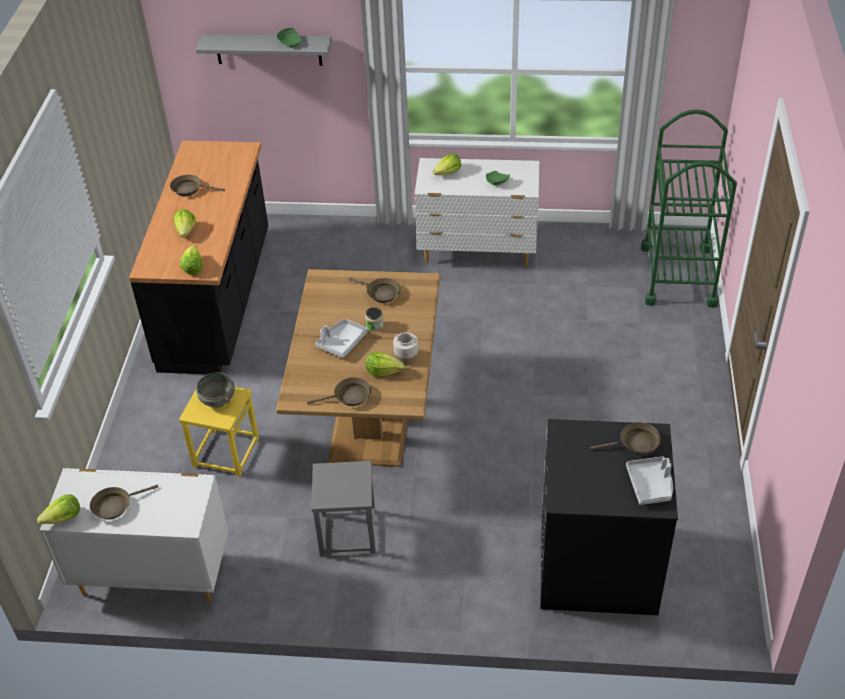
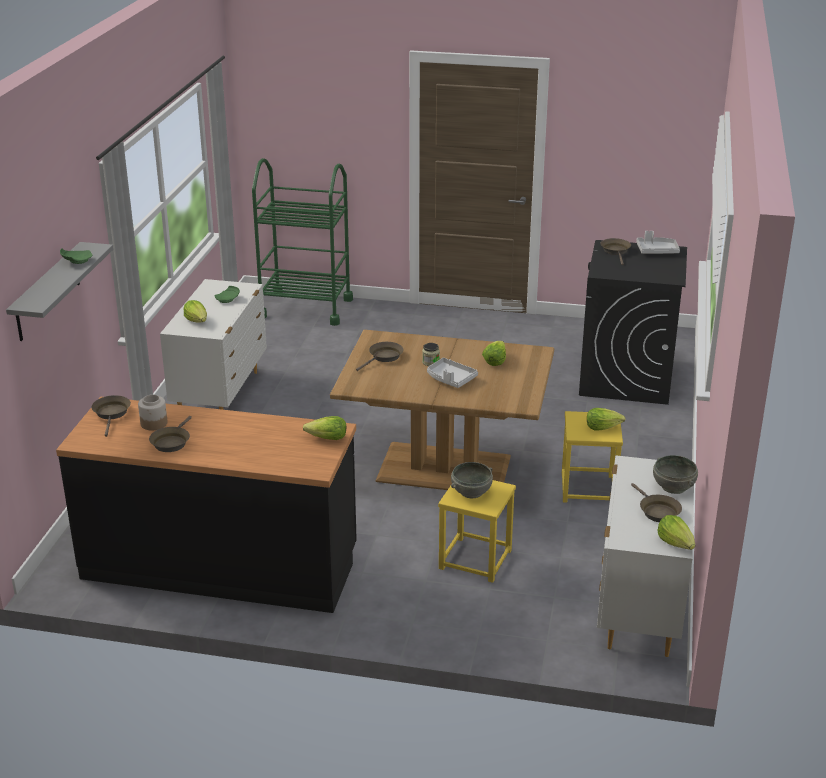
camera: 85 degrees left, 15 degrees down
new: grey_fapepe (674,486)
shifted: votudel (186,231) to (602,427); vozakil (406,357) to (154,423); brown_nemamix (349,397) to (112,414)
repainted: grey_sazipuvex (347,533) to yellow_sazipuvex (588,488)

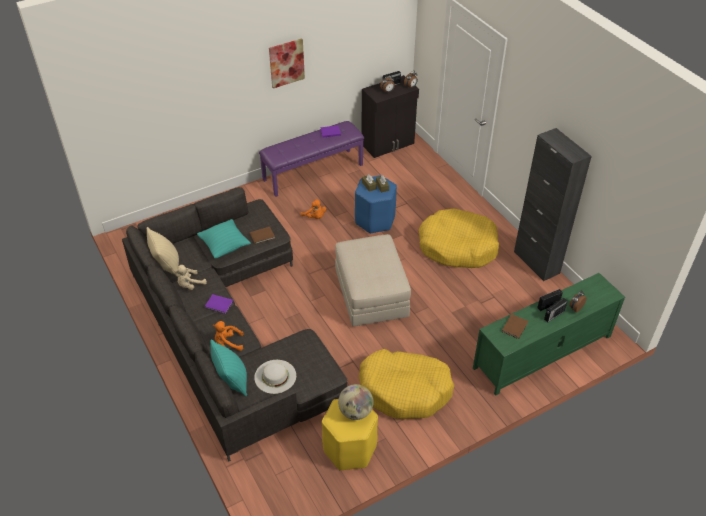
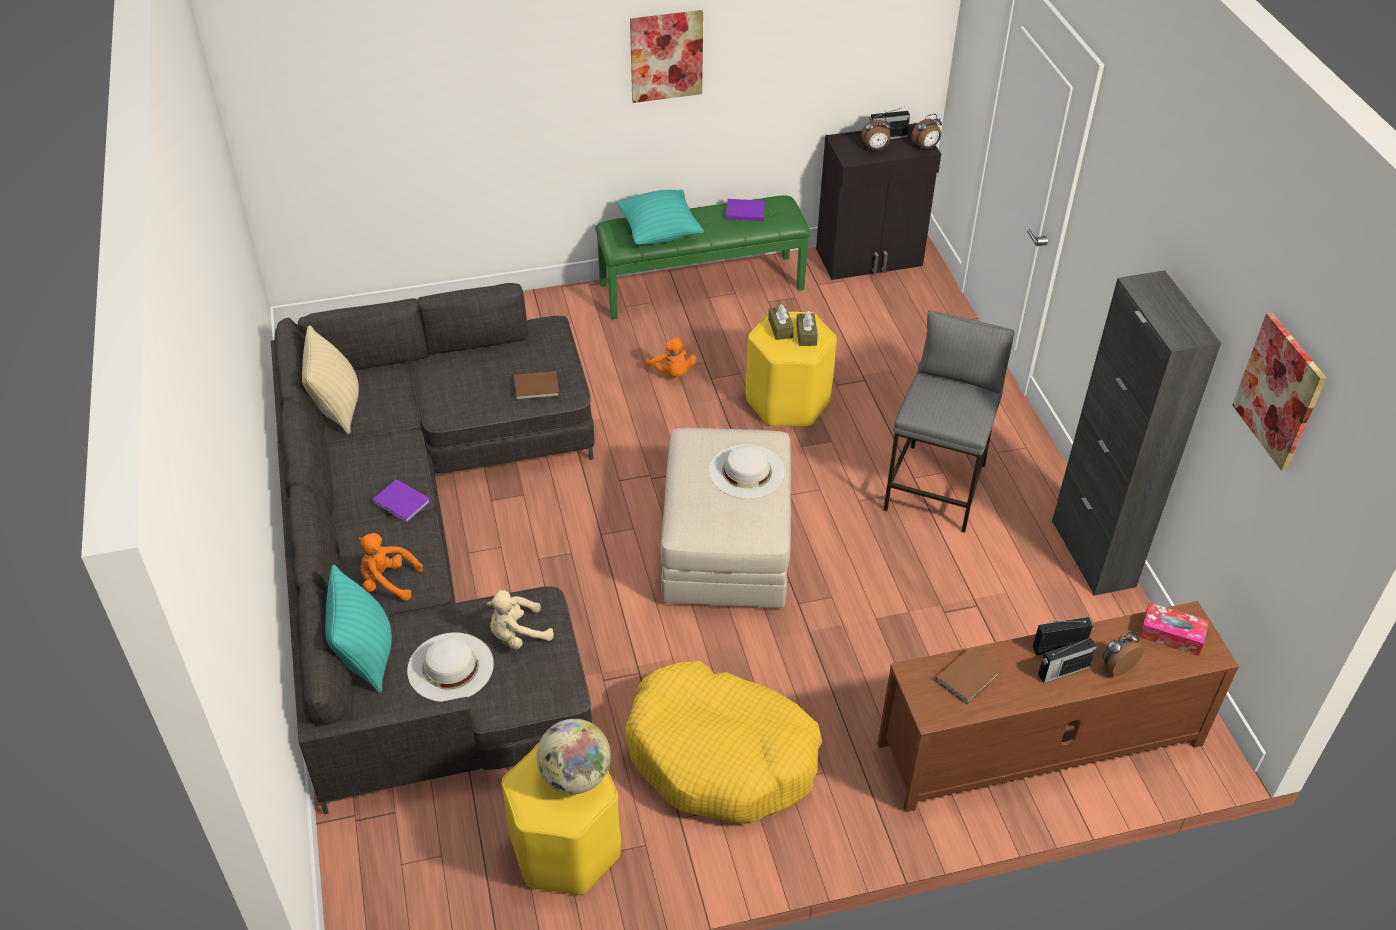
camera: 15 degrees right, 0 degrees up
new: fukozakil (1280,391); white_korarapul (747,471); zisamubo (1171,635)
shifted: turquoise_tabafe (225,246) to (659,233); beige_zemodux (190,285) to (518,635)
swapped: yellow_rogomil (457,246) to grey_sazipuvex (937,487)
repainted: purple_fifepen (313,172) to green_fifepen (701,286); blue_sazipuvex (375,220) to yellow_sazipuvex (788,401); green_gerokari (542,352) to brown_gerokari (1038,744)

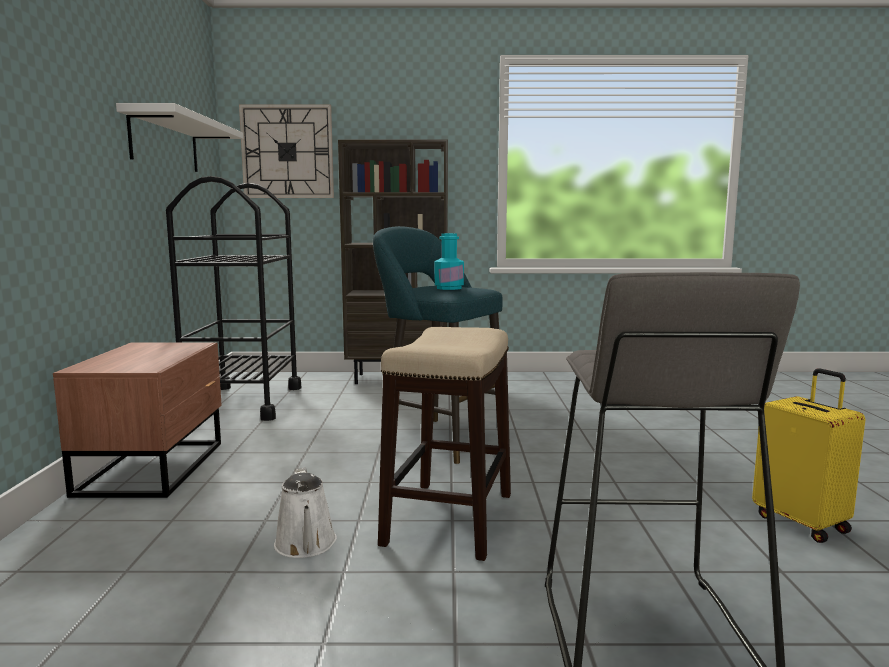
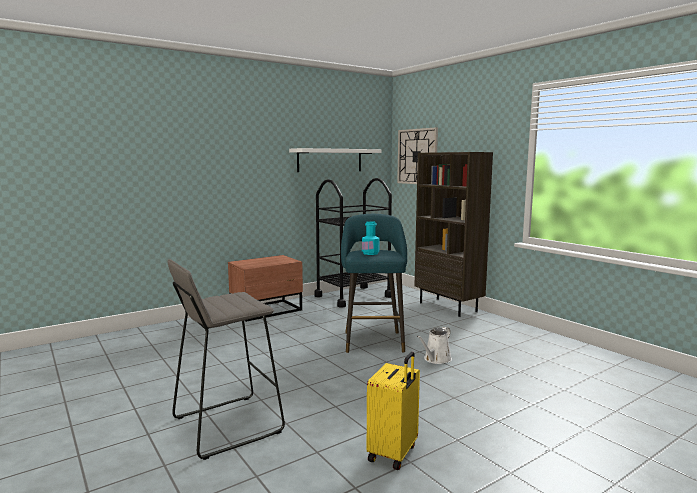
camera: 55 degrees right, 0 degrees up
gone: sazipuvex (450,517)
shifted: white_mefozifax (306,545) to (436,359)

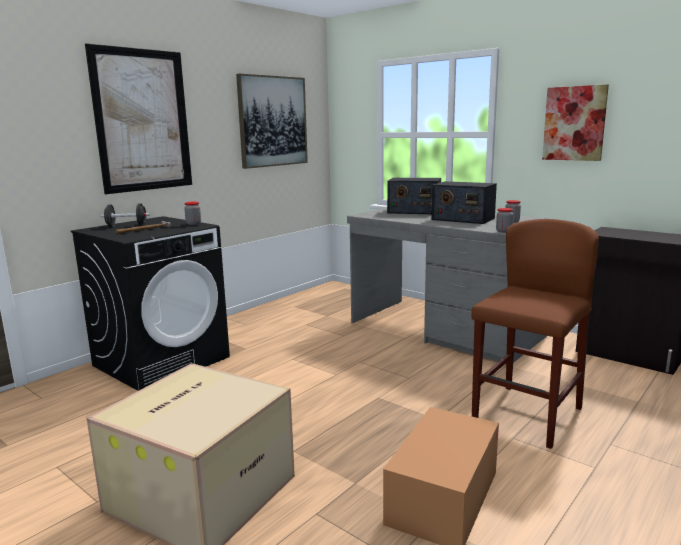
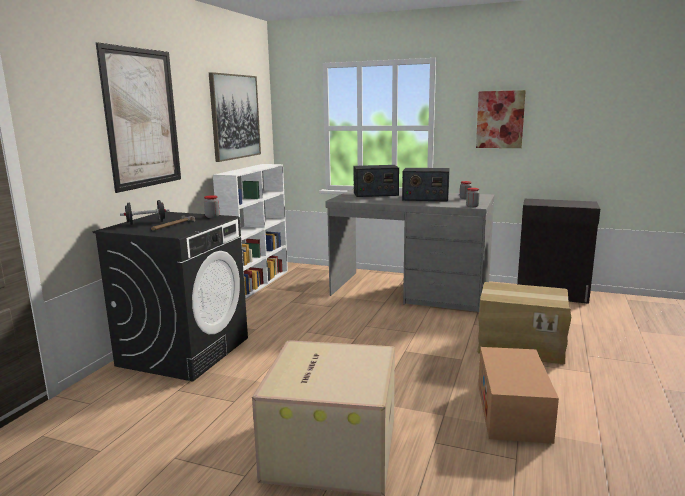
camera: 20 degrees left, 0 degrees up
new: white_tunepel (257,283)
swapped: brown_sazipuvex (527,415) to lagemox (520,345)

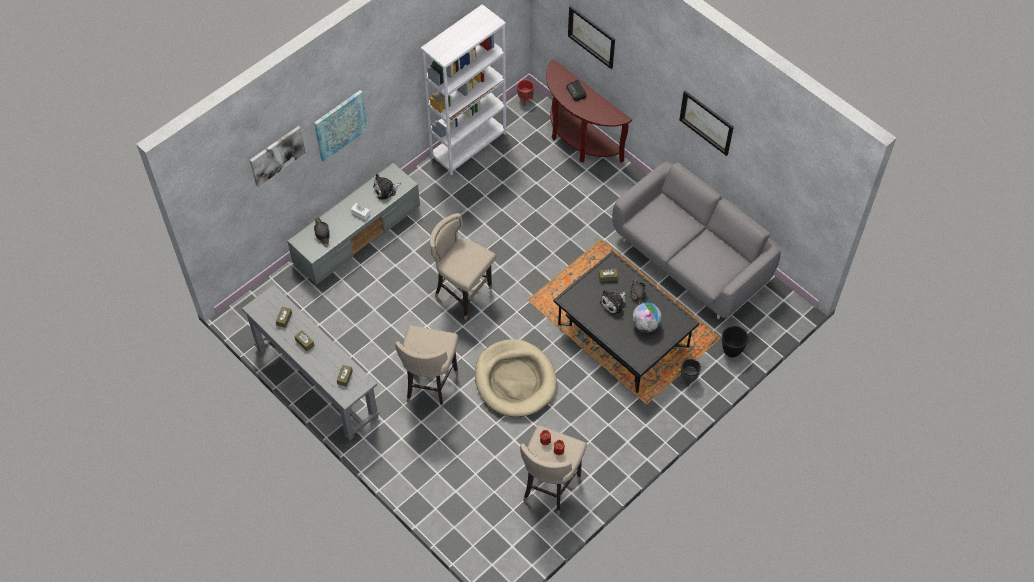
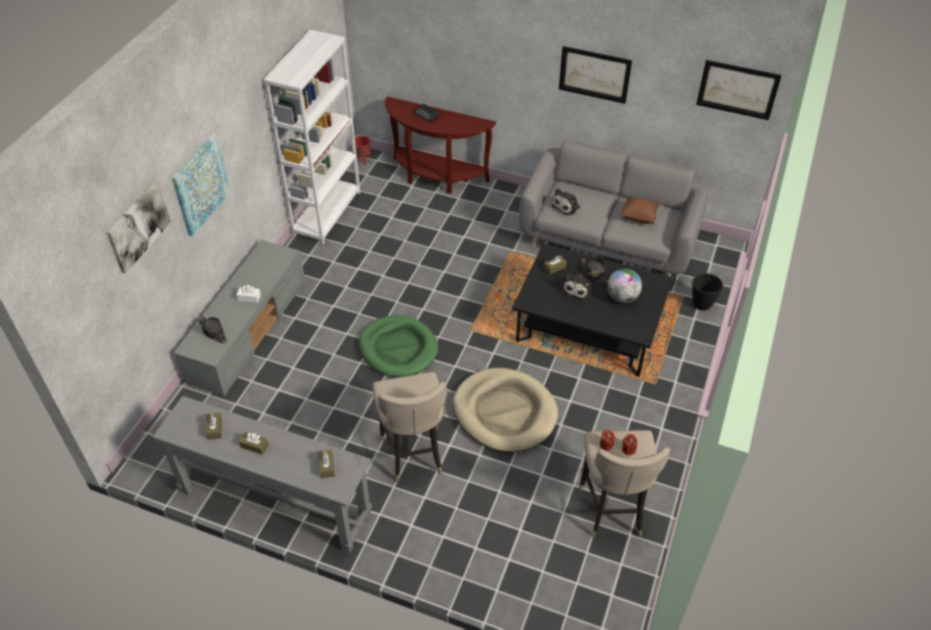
camera: 25 degrees left, 10 degrees down
gone: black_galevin (688,379)
new: brown_tabafe (640,217)
shifted: fukozakil (591,36) to (738,89); zemodux (386,190) to (567,206)
swapped: beige_sazipuvex (463,294) to green_rogomil (398,348)

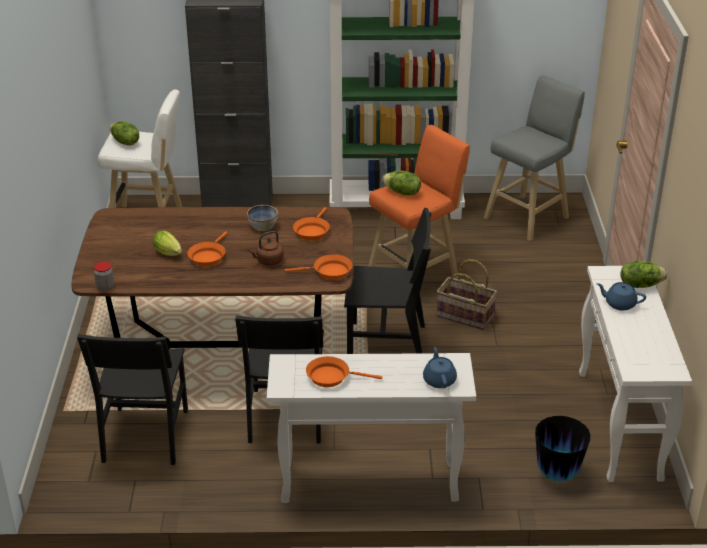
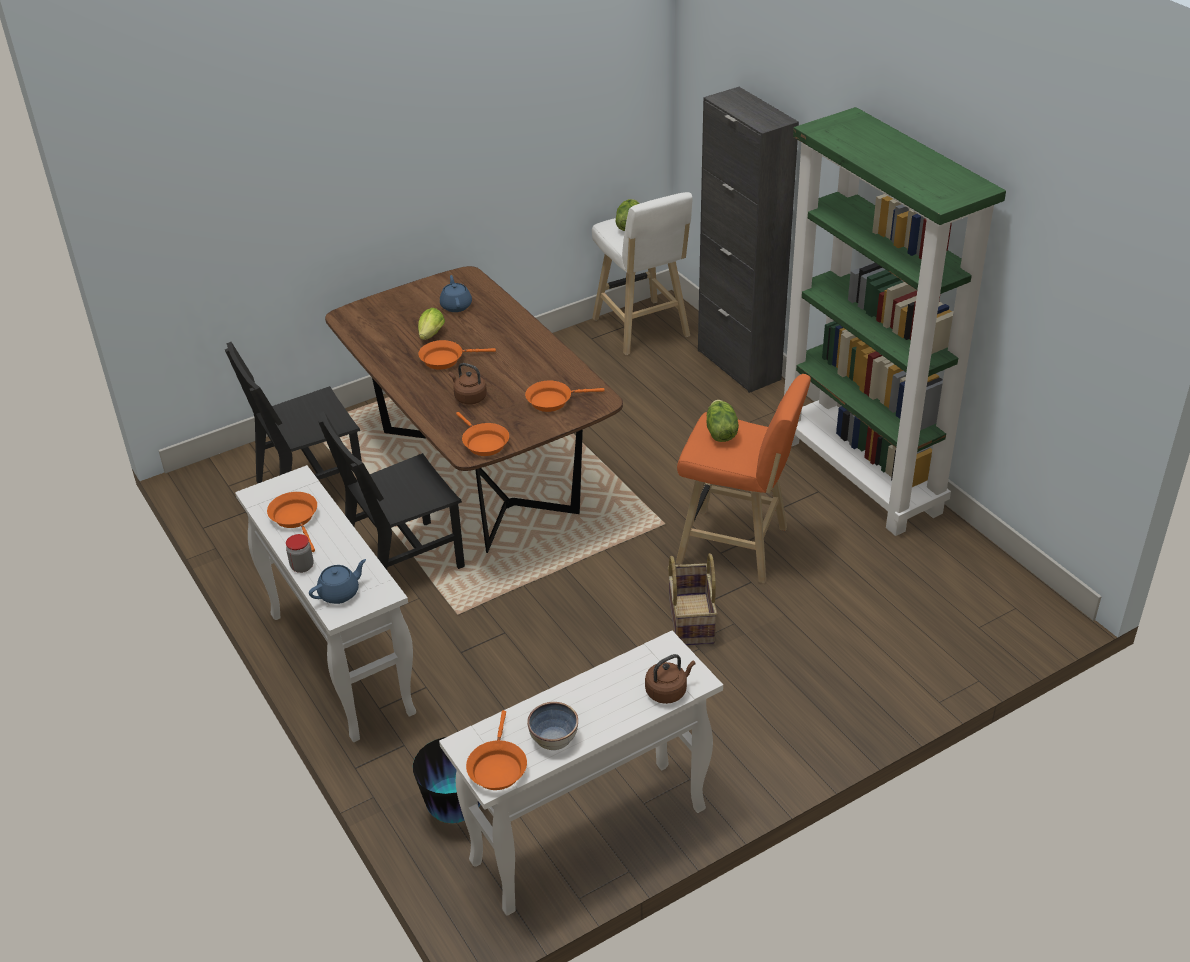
camera: 60 degrees right, 5 degrees up
gone: grey_sazipuvex (529,216); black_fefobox (387,344)
new: orange_nemamix (497,767)
shifted: fapepe (263,226) to (554,738); vozakil (105,287) to (302,566); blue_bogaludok (619,304) to (456,305)
swapped: votudel (640,284) to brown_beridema (668,691)

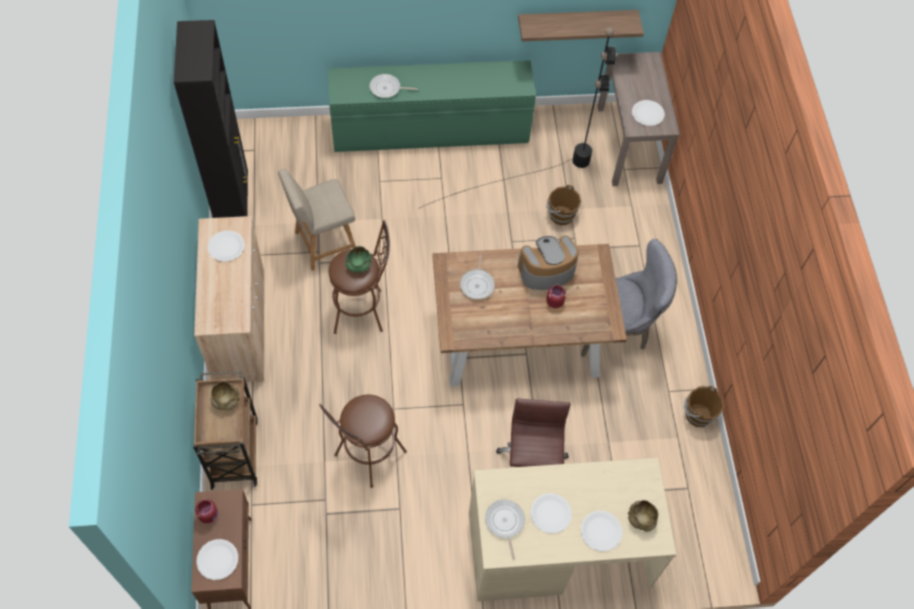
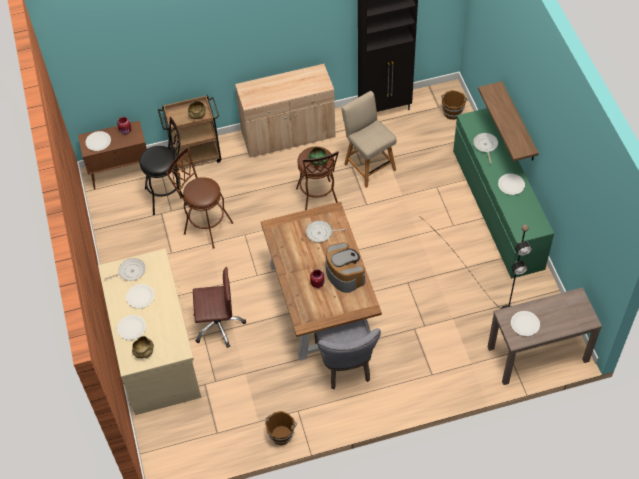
camera: 85 degrees right, 5 degrees down
new: black_sazipuvex (170,195)
shifted: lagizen (576,21) to (518,123); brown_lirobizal (560,215) to (452,112); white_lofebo (226,246) to (511,184)

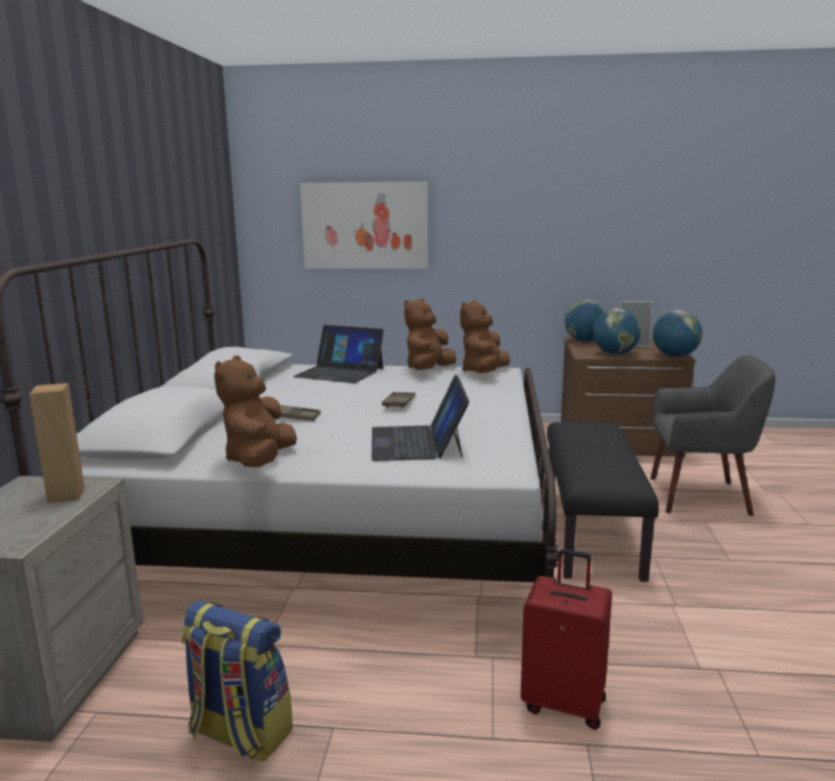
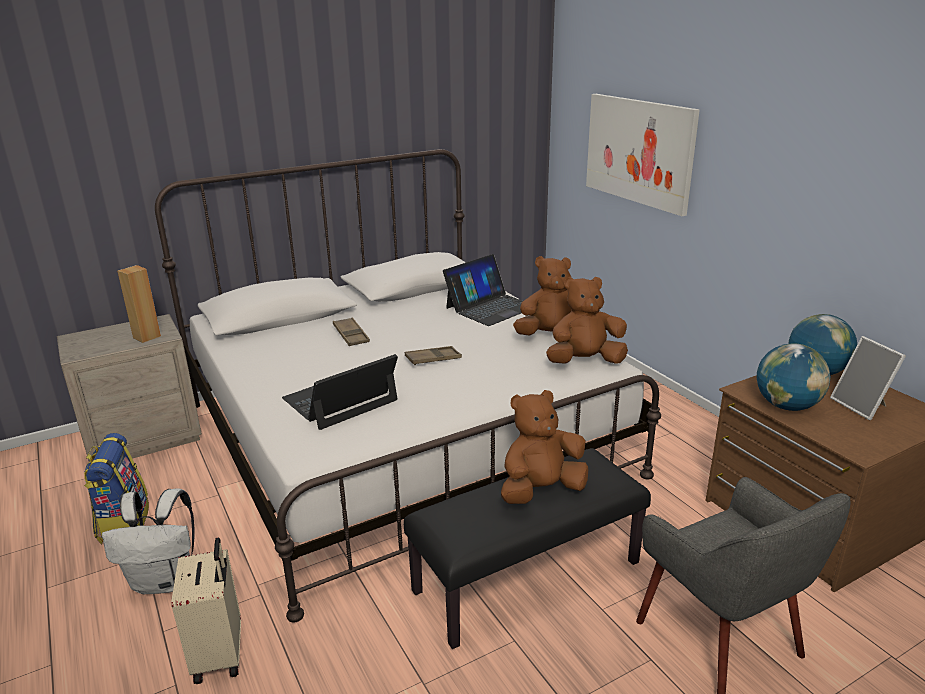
camera: 55 degrees right, 10 degrees up
gone: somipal (675,356)
new: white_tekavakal (165,580)
shifted: brown_zemodux (259,461) to (541,490)
repainted: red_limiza (564,703) to beige_limiza (220,655)
rotated: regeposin (339,372) = (490,307) 120 degrees counterclockwise

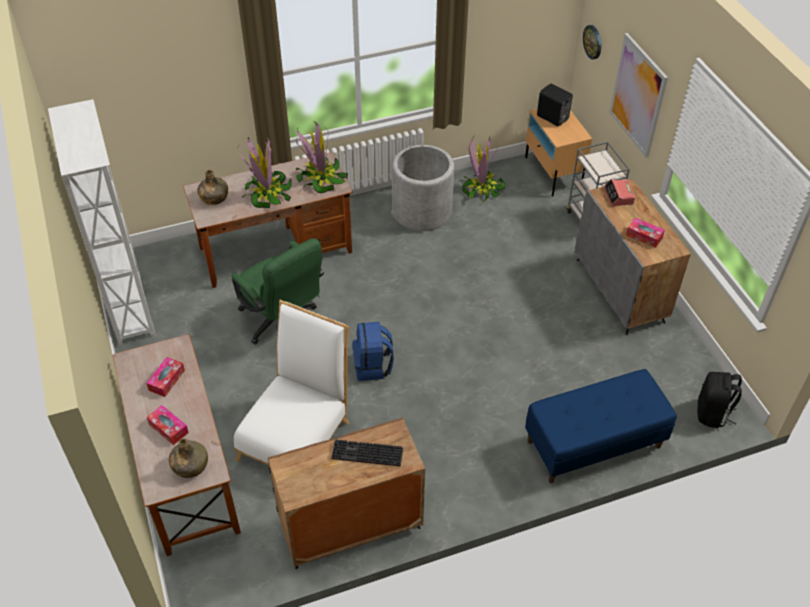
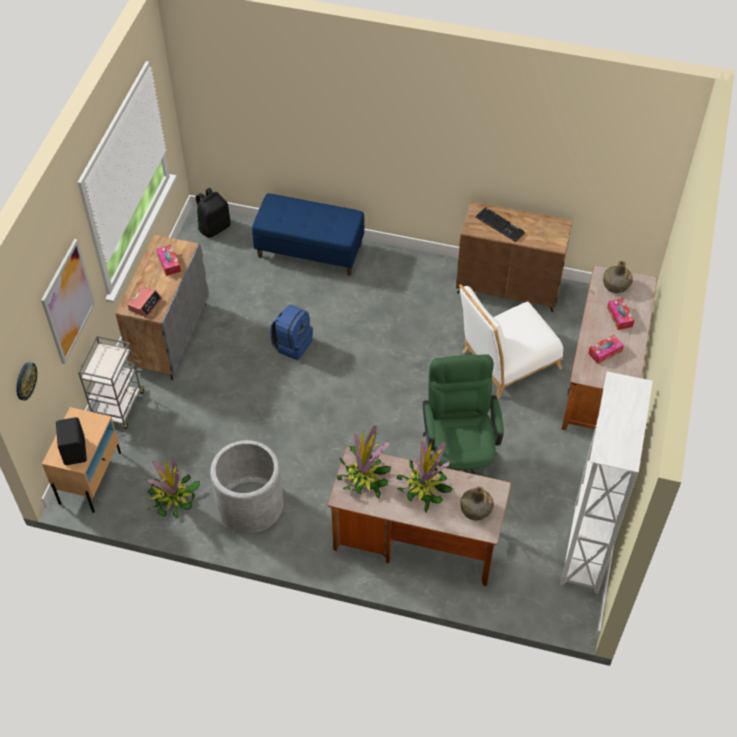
camera: 145 degrees left, 5 degrees up
shifted: blue_tekavakal (373,366) to (292,344)

